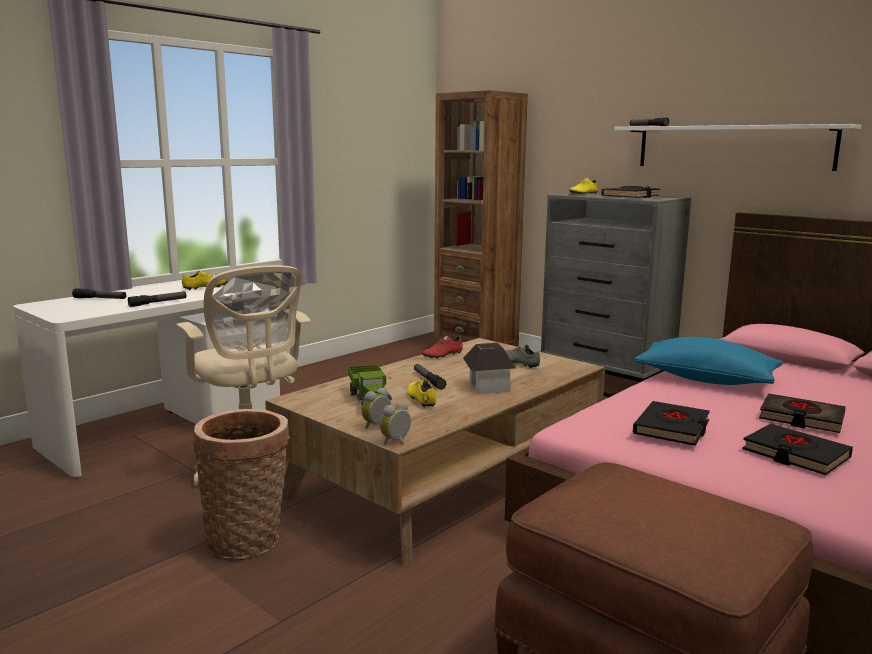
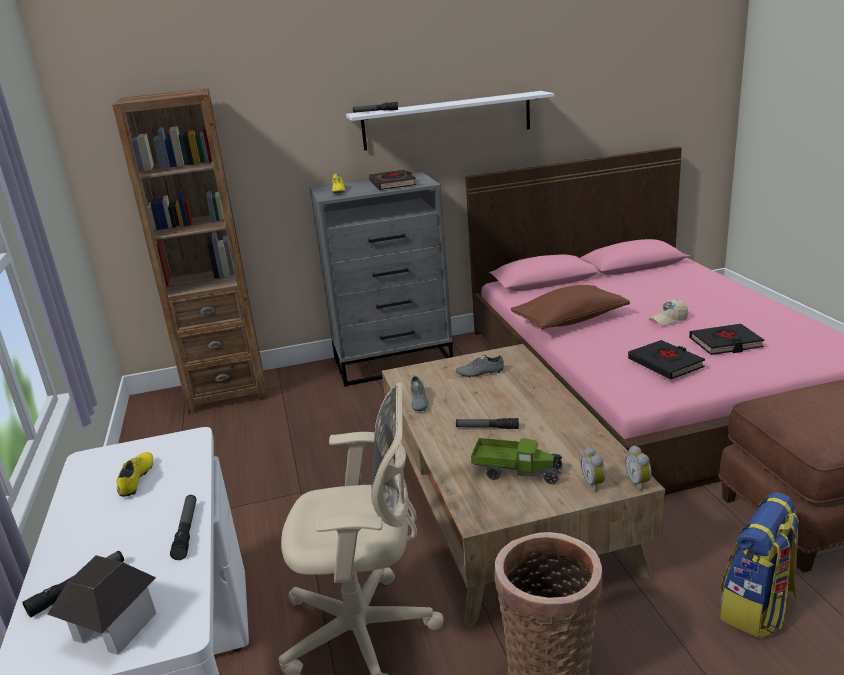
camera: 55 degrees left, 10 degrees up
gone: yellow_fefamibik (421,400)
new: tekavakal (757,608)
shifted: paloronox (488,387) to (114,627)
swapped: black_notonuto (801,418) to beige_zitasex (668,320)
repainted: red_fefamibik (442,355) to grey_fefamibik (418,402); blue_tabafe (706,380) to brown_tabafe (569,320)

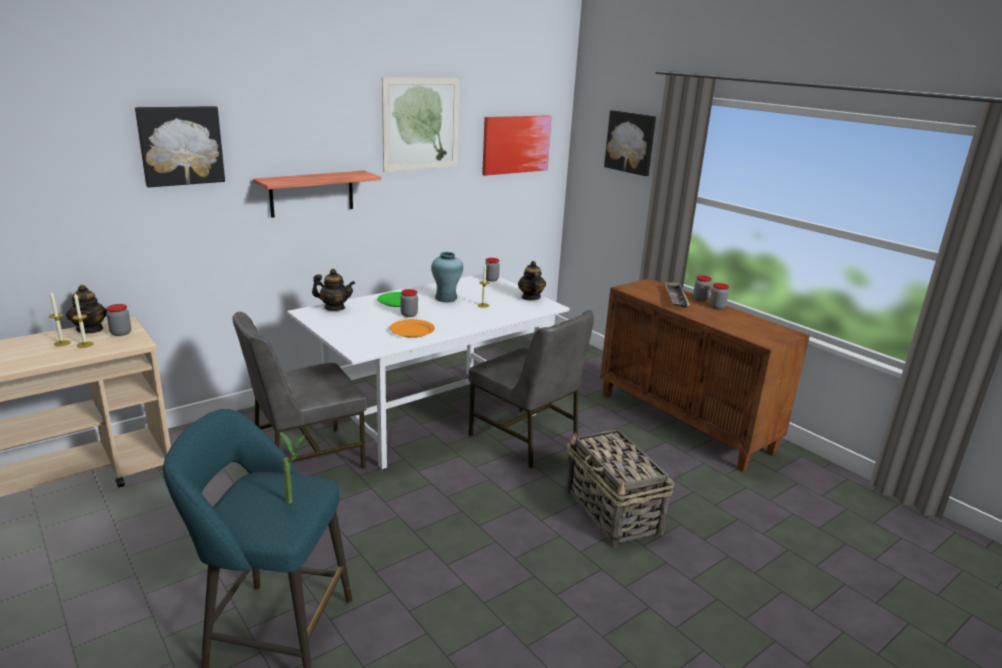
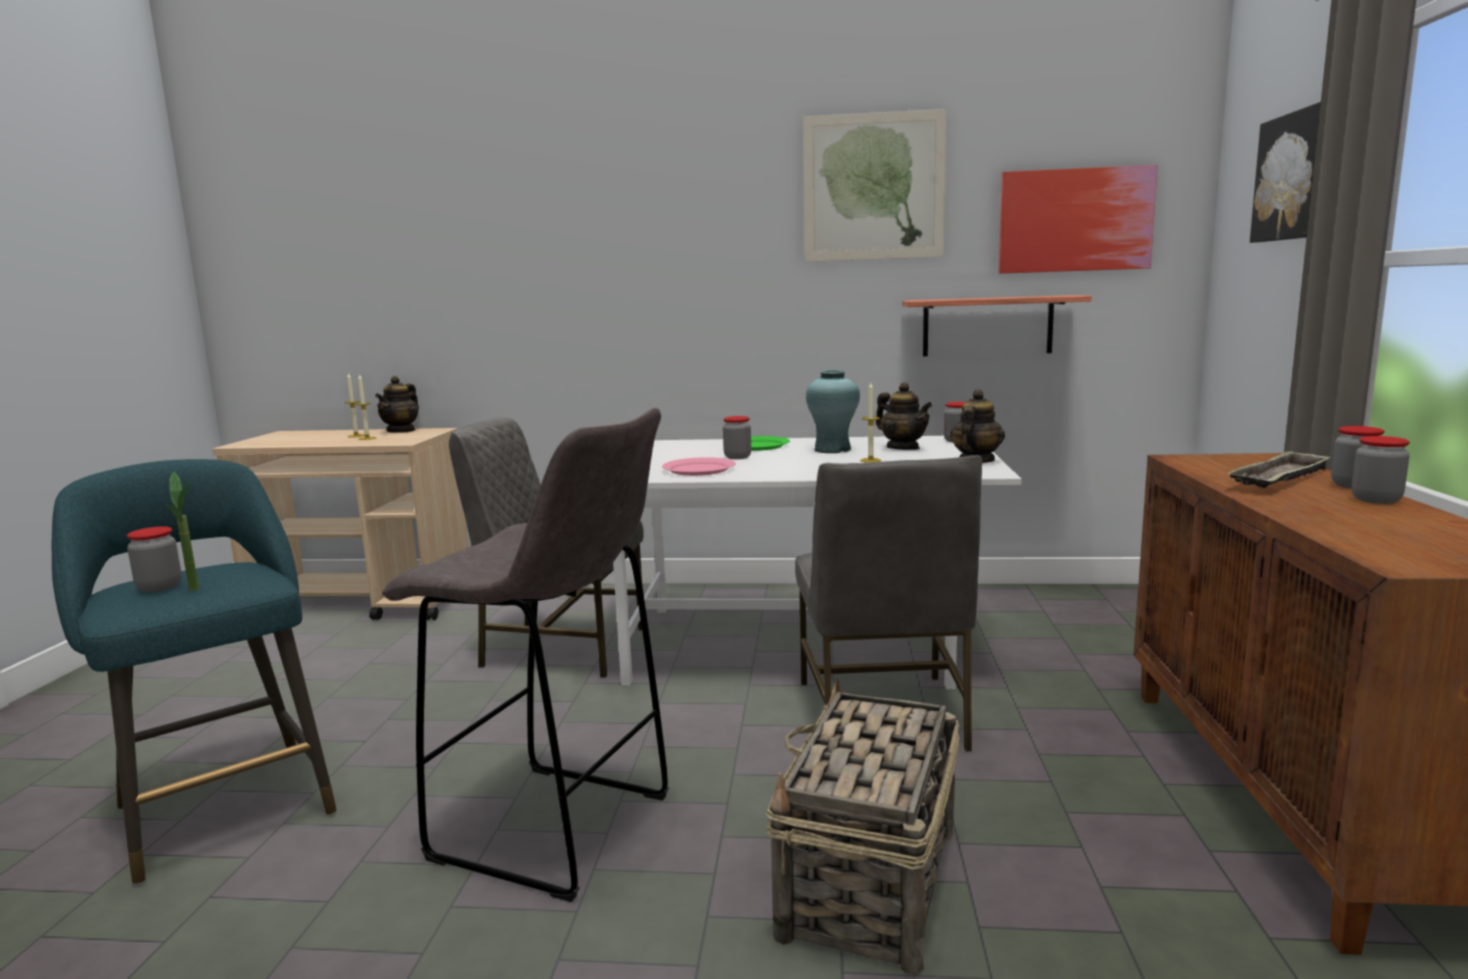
camera: 45 degrees right, 10 degrees down
gone: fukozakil (180,145)
new: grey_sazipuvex (558,829)
shifted: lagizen (312,193) to (987,326); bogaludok (334,308) to (903,448); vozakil (121,333) to (159,587)
repainted: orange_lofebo (412,330) to pink_lofebo (698,469)

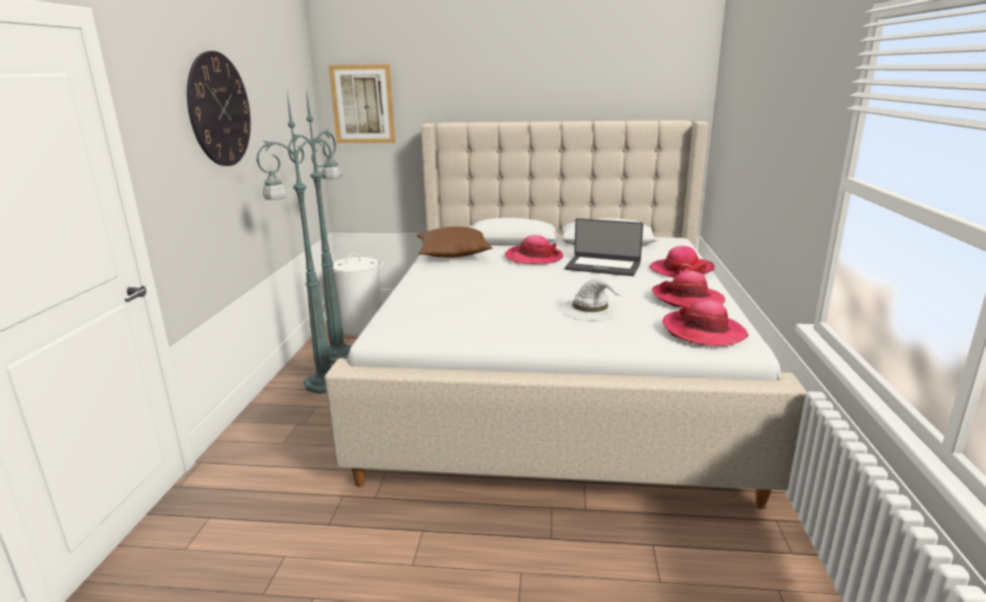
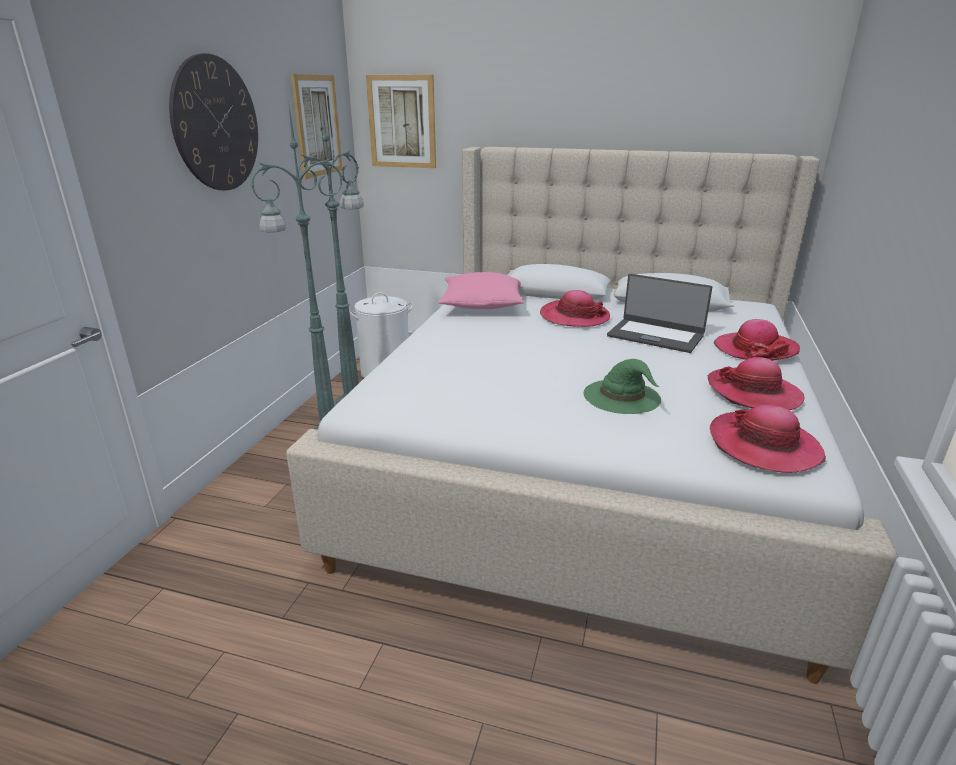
camera: 10 degrees right, 5 degrees up
new: fukozakil (317,126)
repainted: brown_tabafe (453,254) to pink_tabafe (482,305); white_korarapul (591,309) to green_korarapul (622,396)

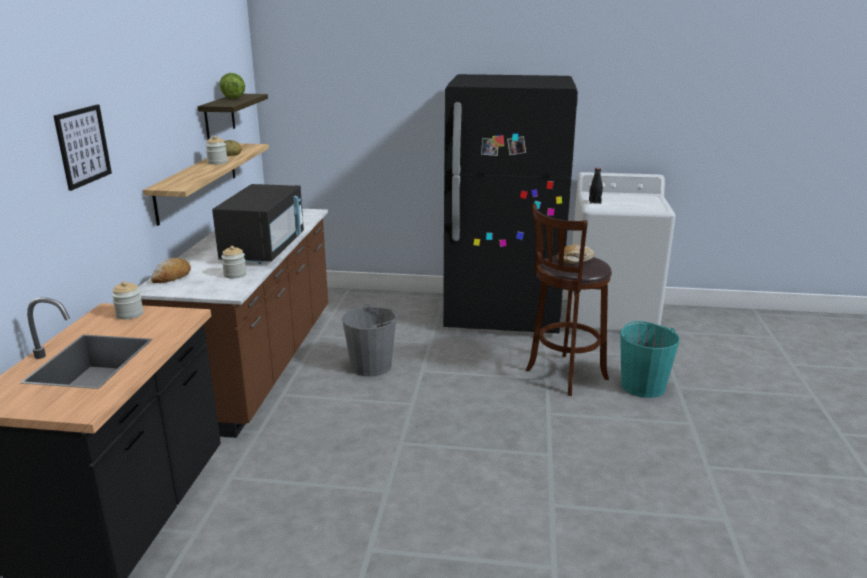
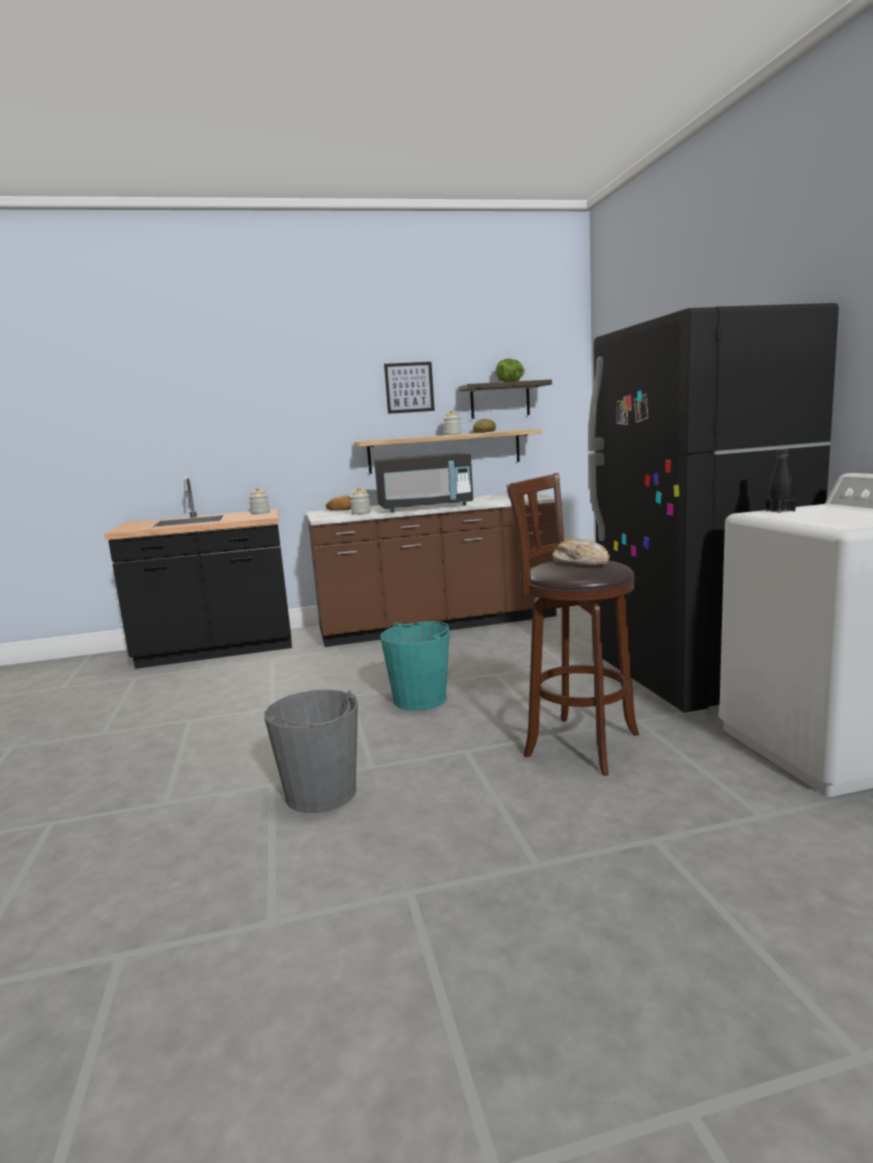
camera: 70 degrees right, 10 degrees down
shifted: fukozakil (83,146) to (409,387); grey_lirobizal (371,366) to (321,793); turquoise_lirobizal (642,386) to (420,699)

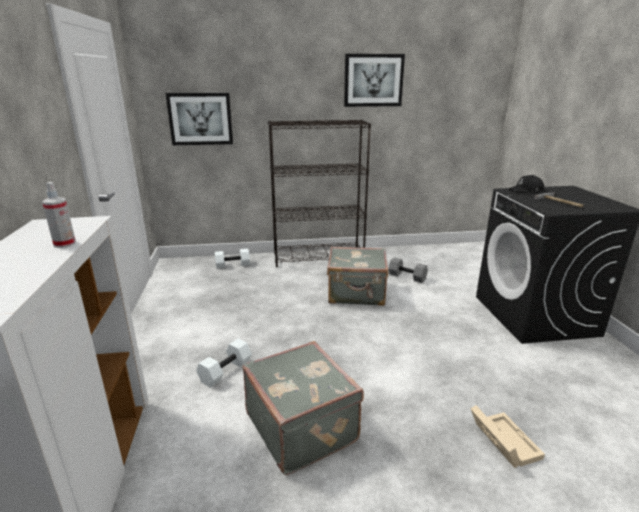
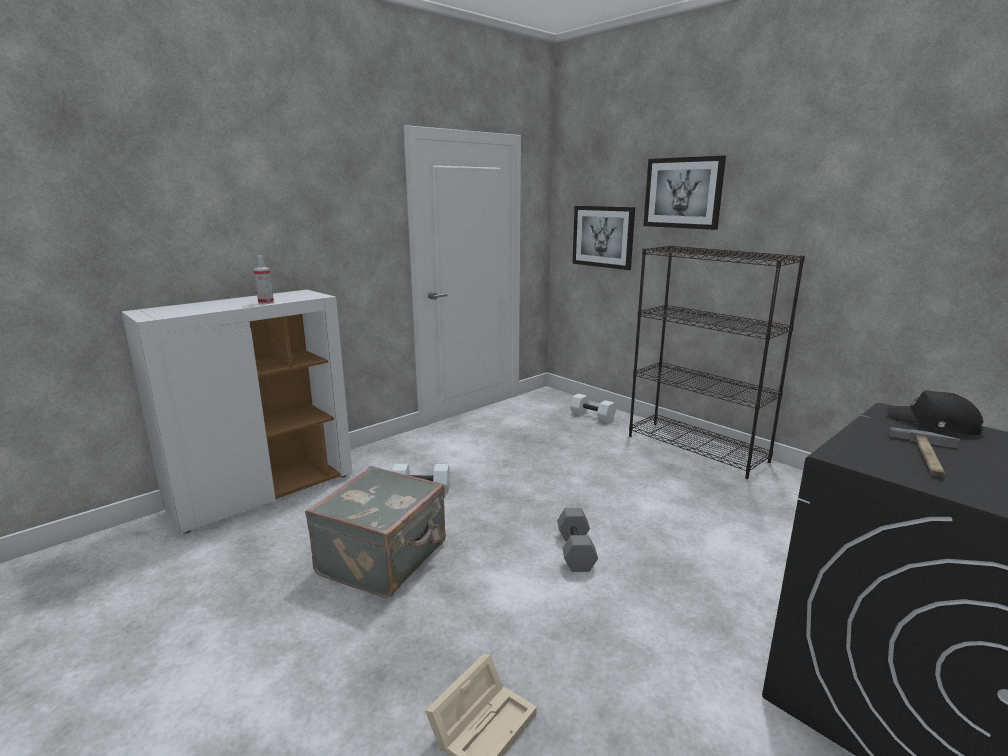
camera: 55 degrees right, 5 degrees down
gone: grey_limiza (356,294)
shifted: fukozakil (373,80) to (683,193); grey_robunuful (407,276) to (577,551)

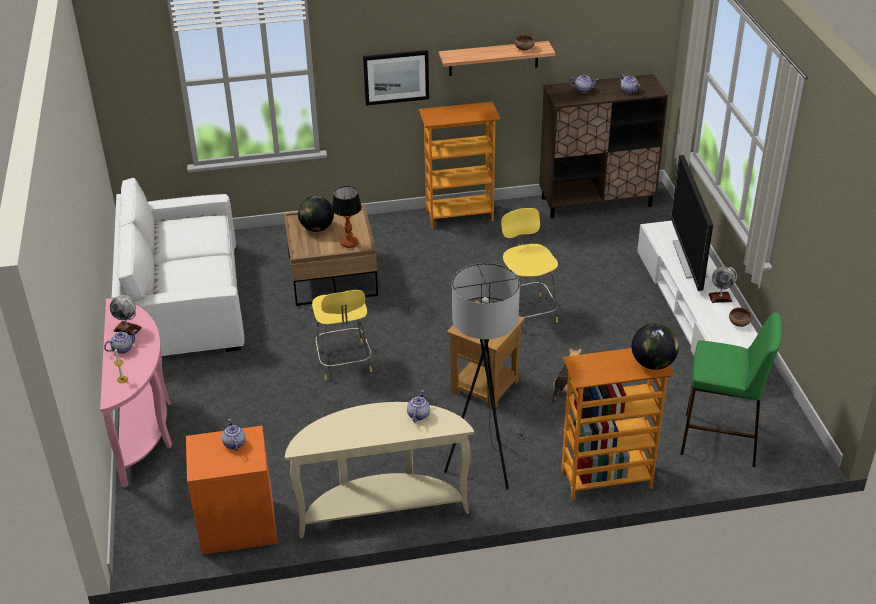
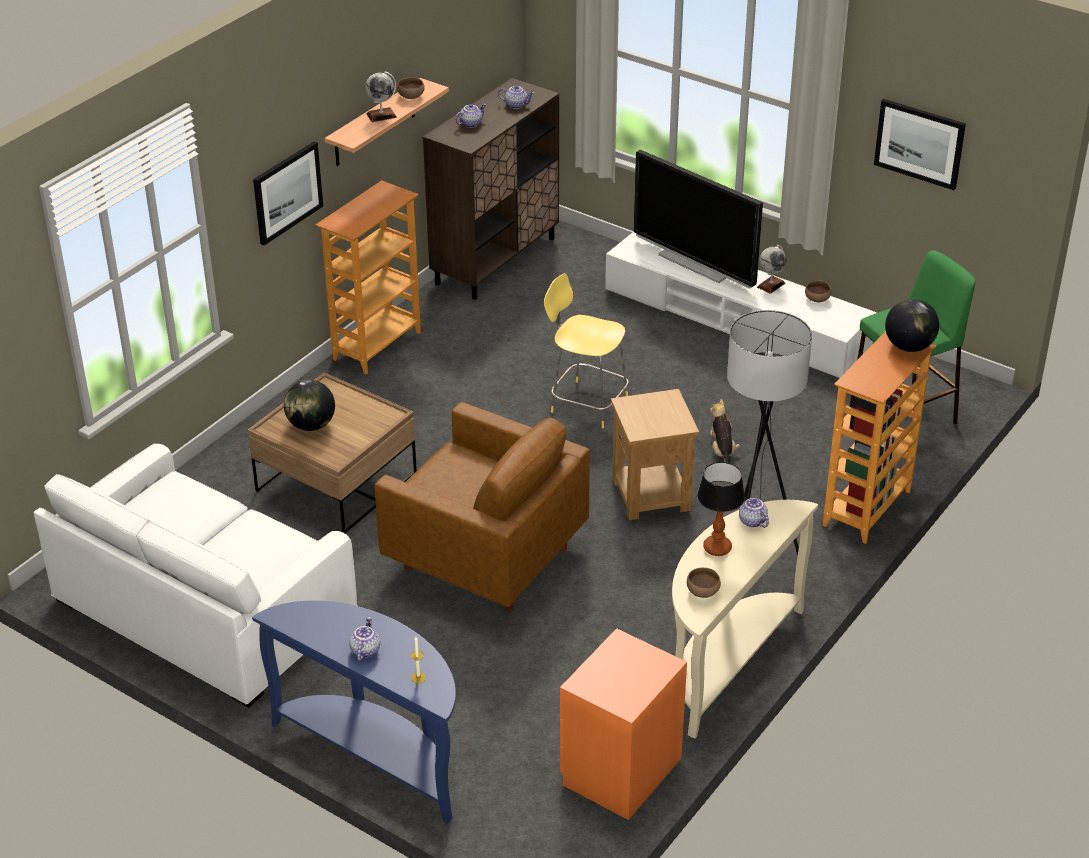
camera: 45 degrees left, 0 degrees up
gone: bogaludok (234,444)
new: fukozakil (919,143); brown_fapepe (703,591)
shifted: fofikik (349,243) to (717,547); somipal (127,329) to (381,115)
swapped: yellow_sazipuvex (344,362) to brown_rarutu (484,557)
repainted: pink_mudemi (145,428) to blue_mudemi (377,755)

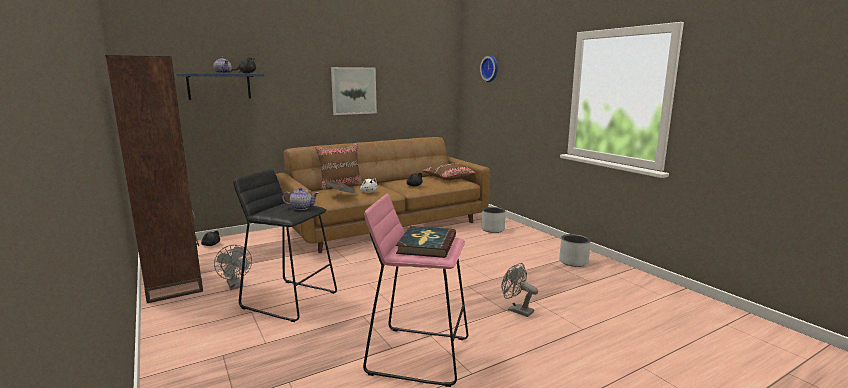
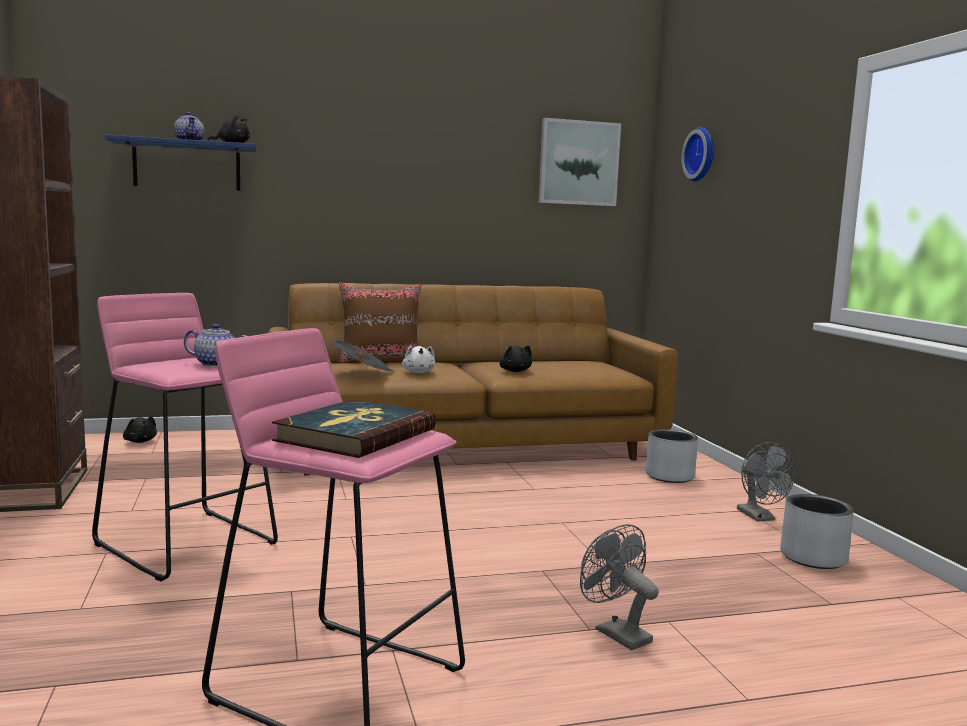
camera: 15 degrees right, 5 degrees down
gone: brown_tabafe (449,177)
shifted: fukozakil (353,90) to (578,163); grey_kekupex (235,286) to (759,517)
repainted: black_sazipuvex (290,299) to pink_sazipuvex (187,543)

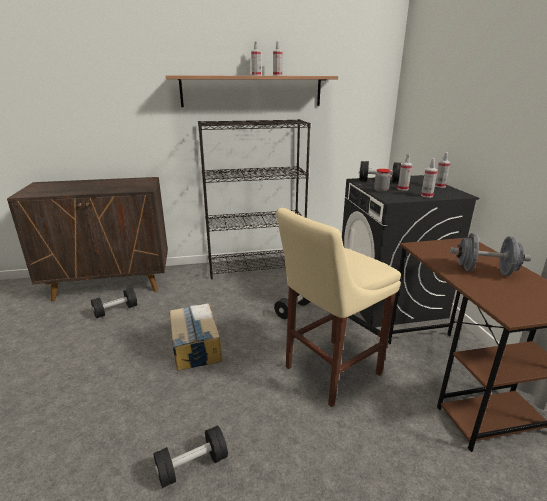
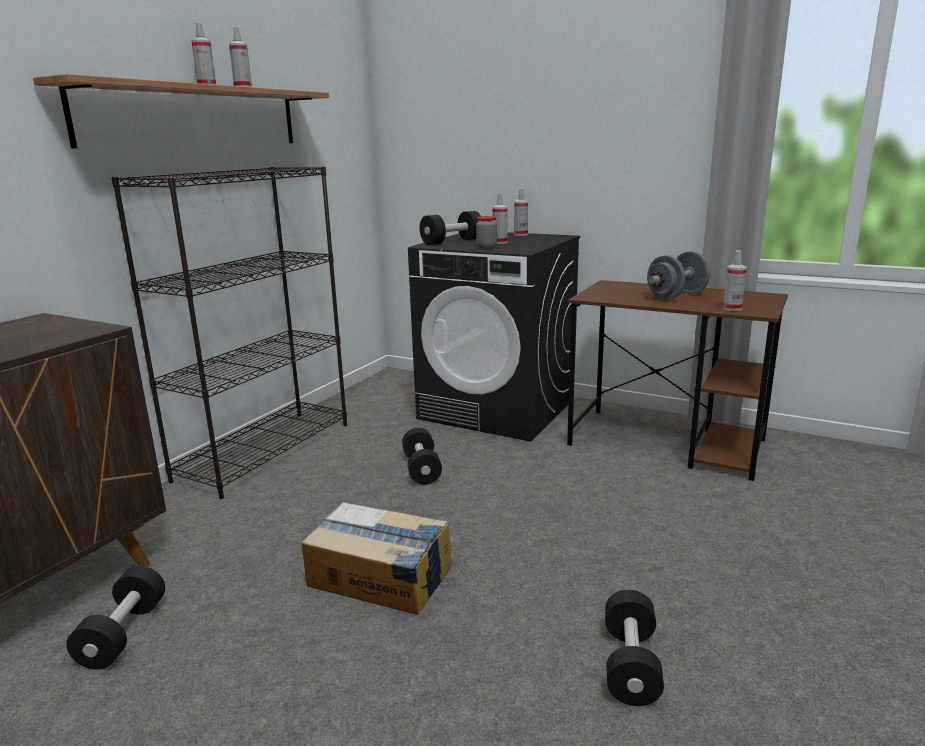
camera: 50 degrees left, 5 degrees down
gone: beige_sazipuvex (328,372)
shifted: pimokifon (426,196) to (732,308)

